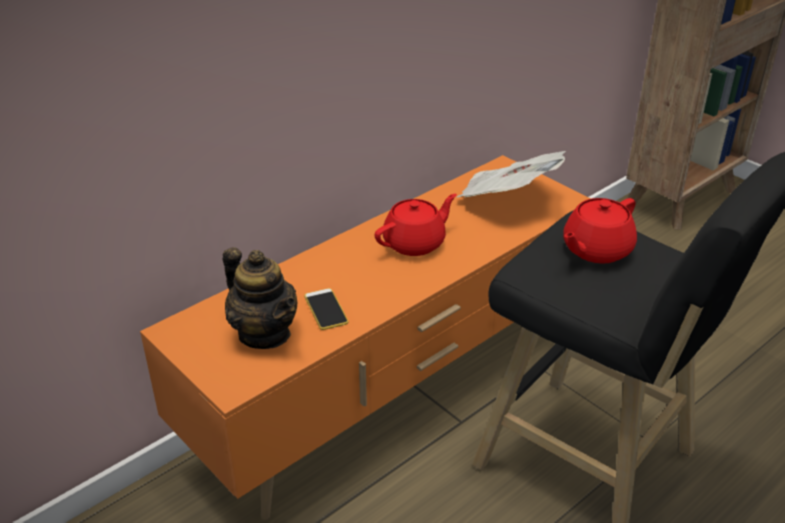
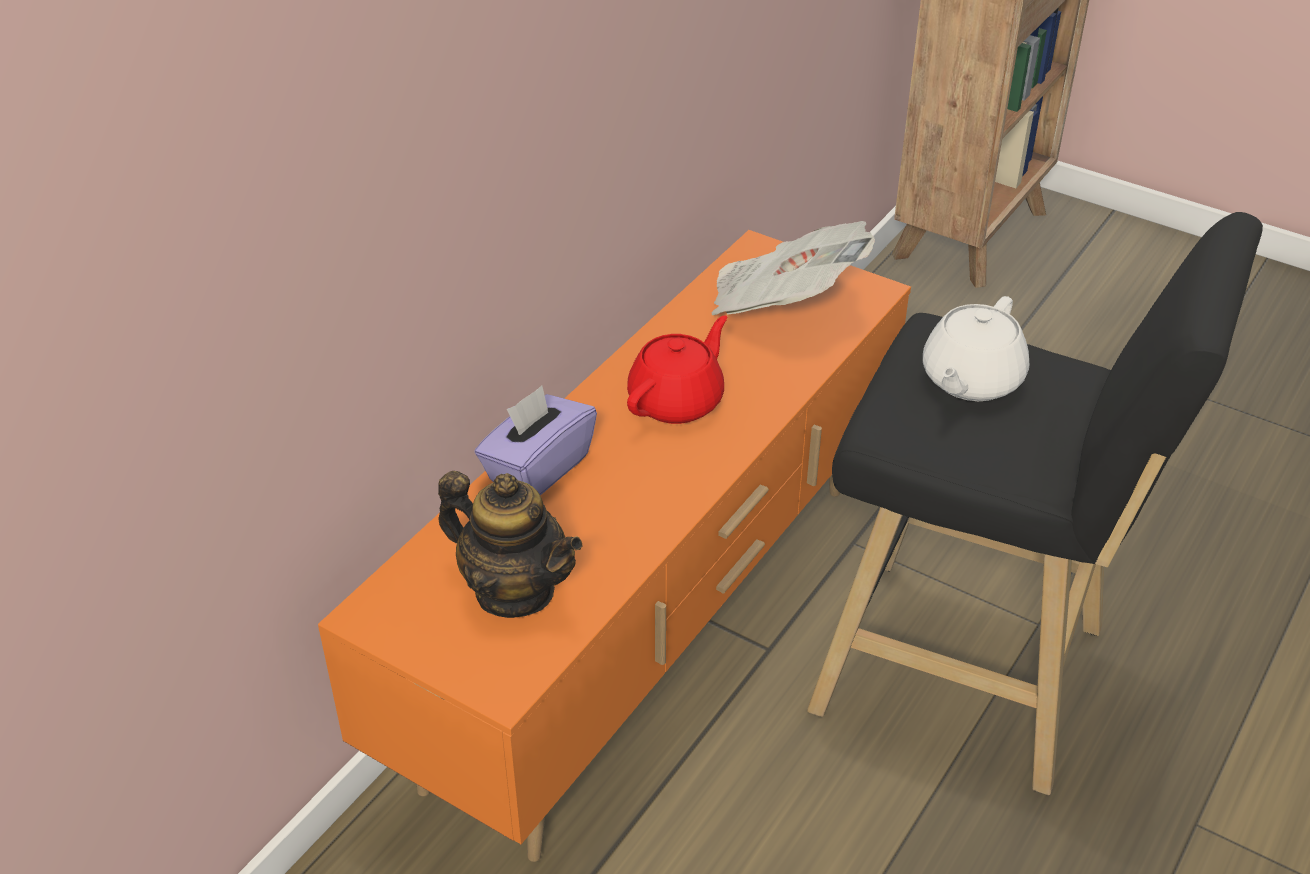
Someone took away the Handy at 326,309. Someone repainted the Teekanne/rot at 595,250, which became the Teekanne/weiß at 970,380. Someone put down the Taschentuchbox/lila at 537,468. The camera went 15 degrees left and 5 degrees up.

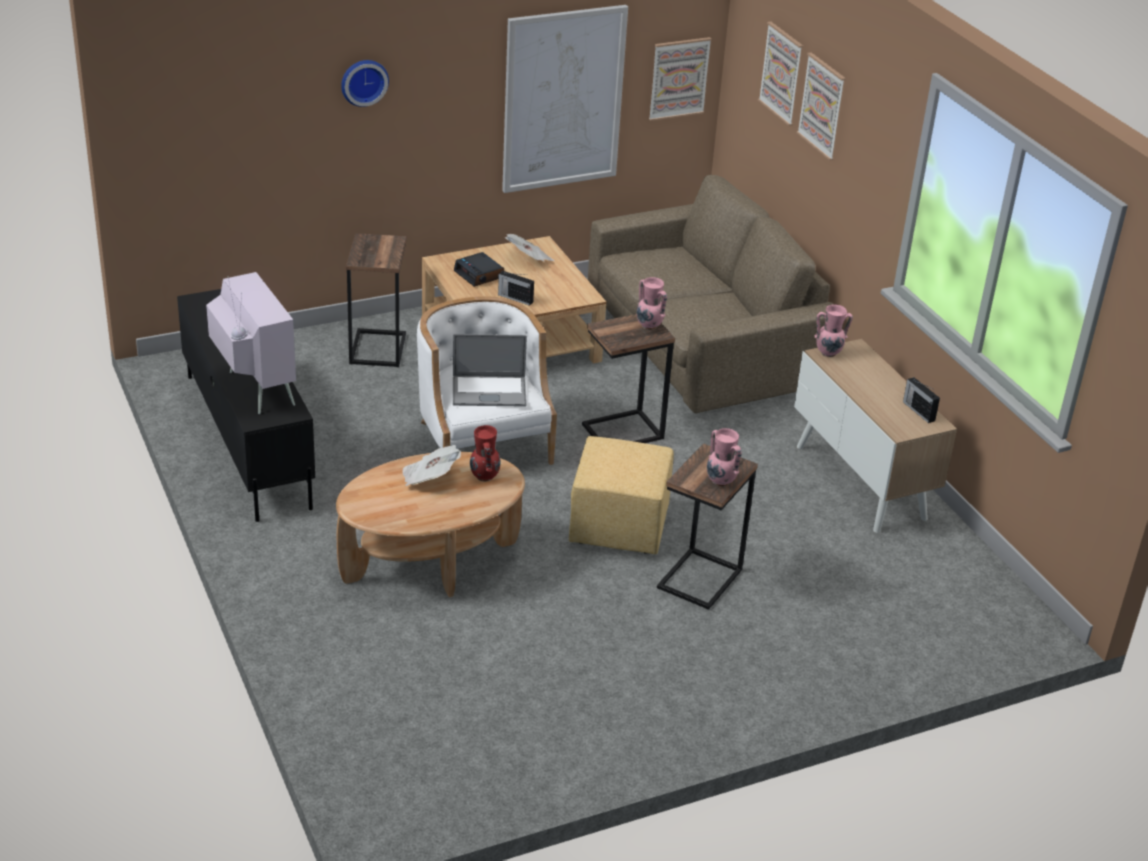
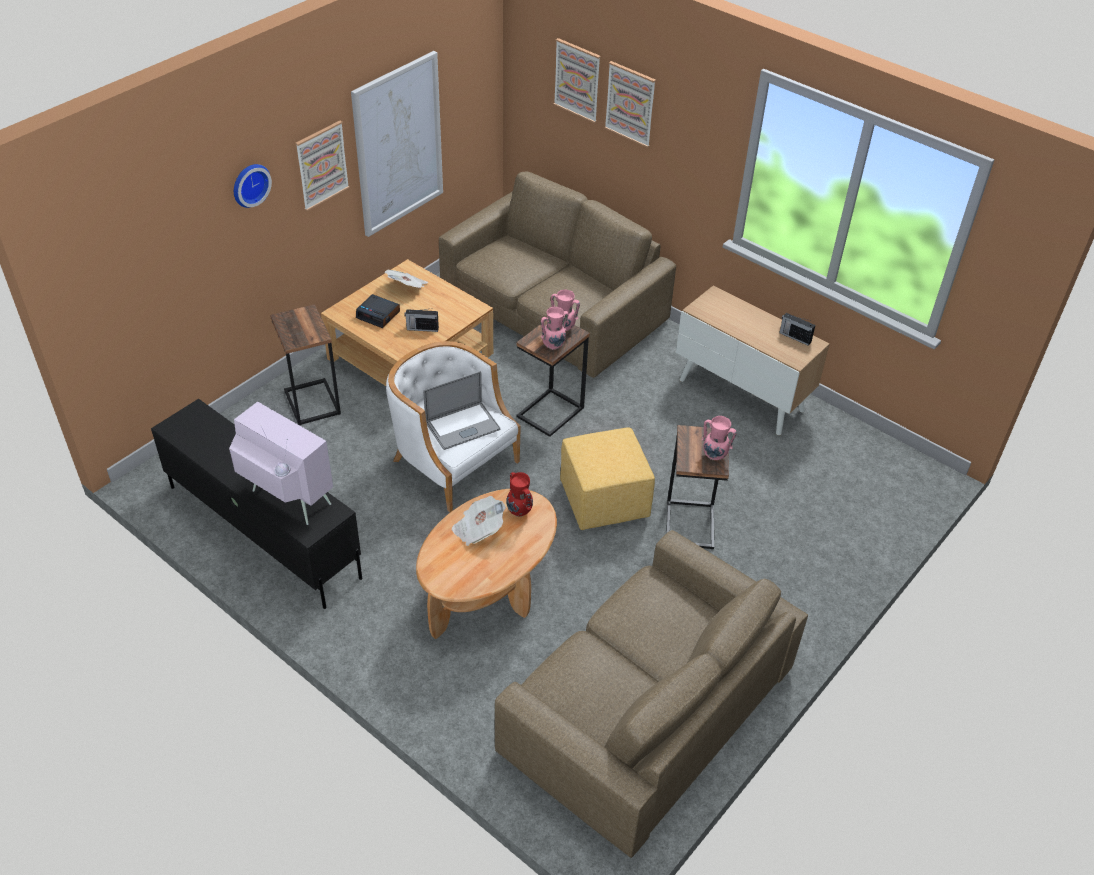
Someone carried the Bild from 679,78 to 321,165. Someone carried the Vase/rosa from 829,353 to 553,346. Someone put down the Sofa/braun at 645,709. The camera went 25 degrees left and 10 degrees up.

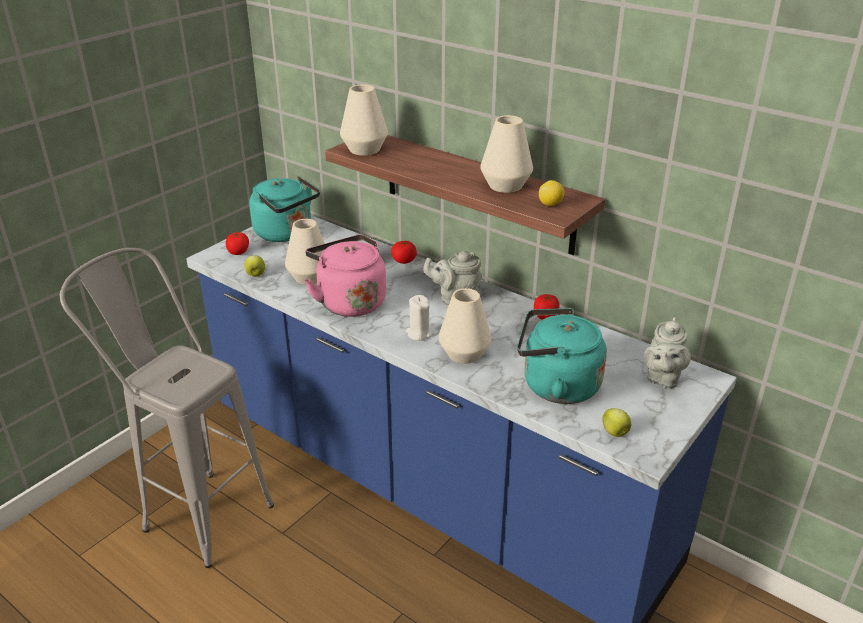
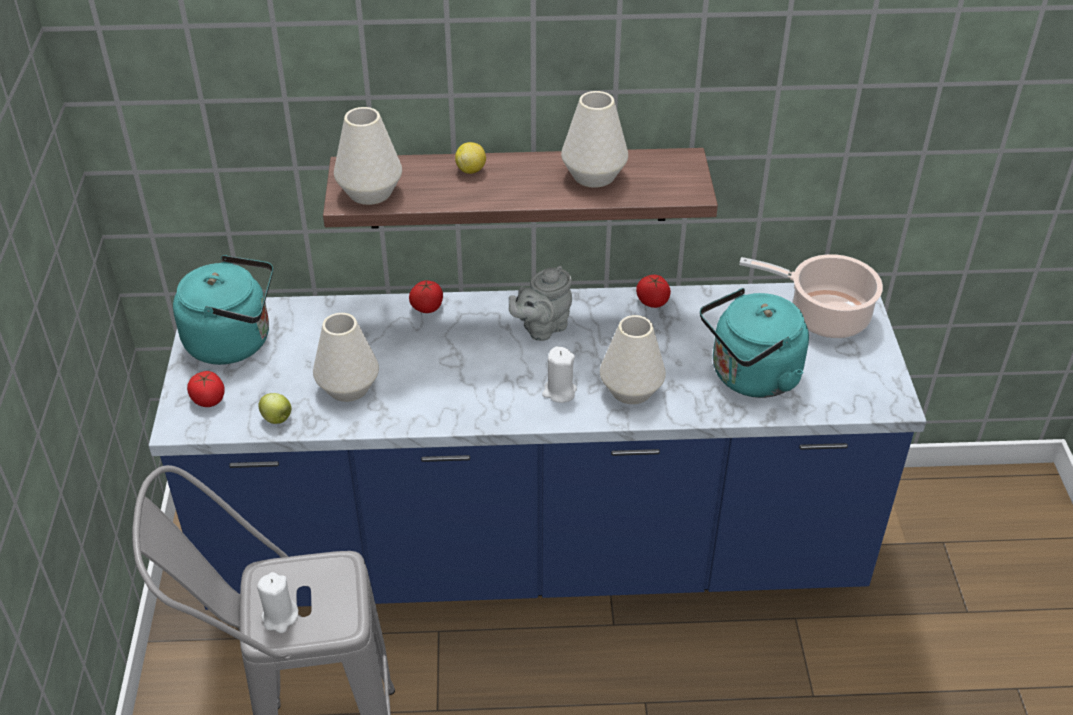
Someone took away the Wasserkessel/rosa at 349,301. Someone carried the Zitrone from 550,204 to 471,170. Someone took away the Apfel at 615,433. Someone swapped the Teekanne/grau at 662,378 for the Kochtopf at 823,316. Someone put down the Kerze/weiß at 280,617. The camera went 40 degrees left and 10 degrees up.

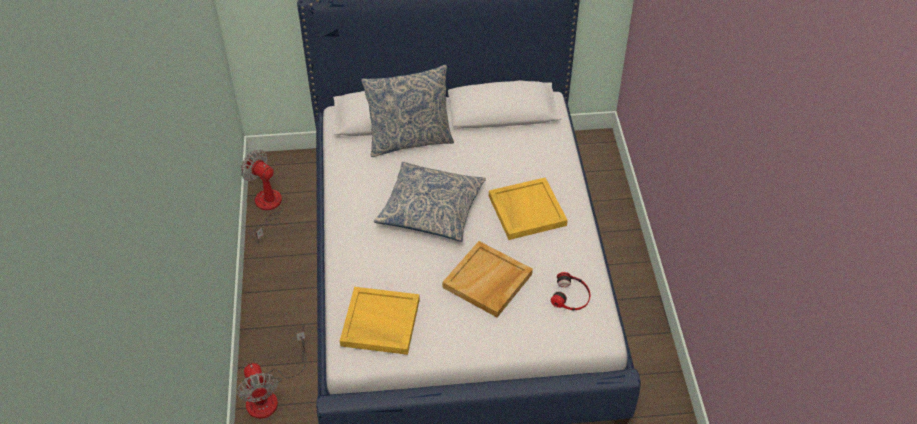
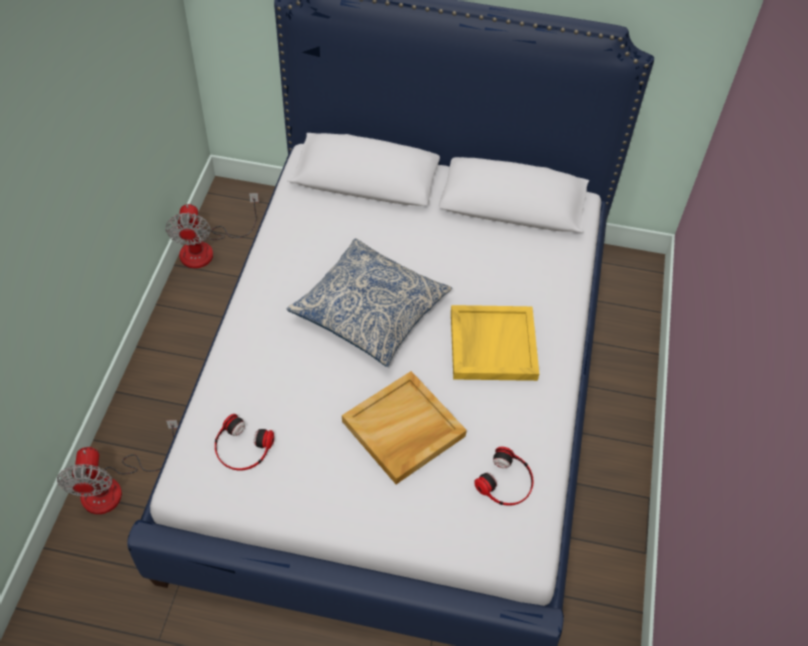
Someone rotated the Ventilator at 267,208 by 150 degrees counterclockwise. Someone swapped the Tablett/gelb at 379,323 for the Kopfhörer at 242,448. Someone took away the Kissen at 409,140. The camera went 15 degrees right and 5 degrees up.

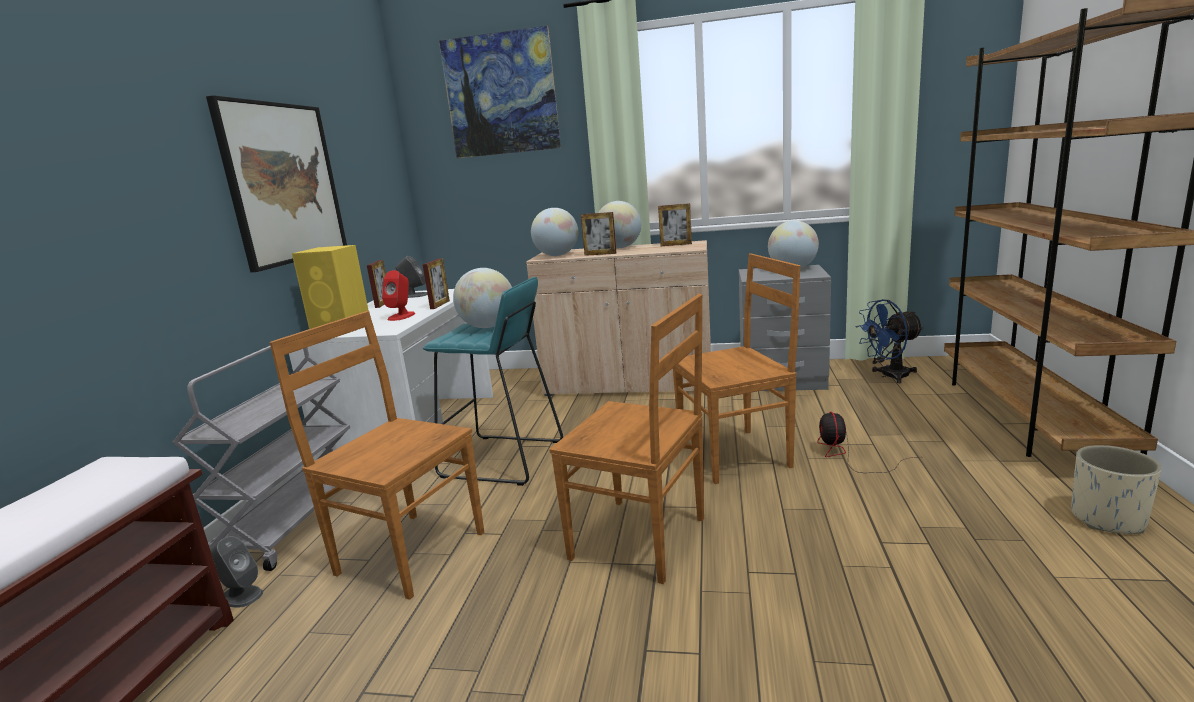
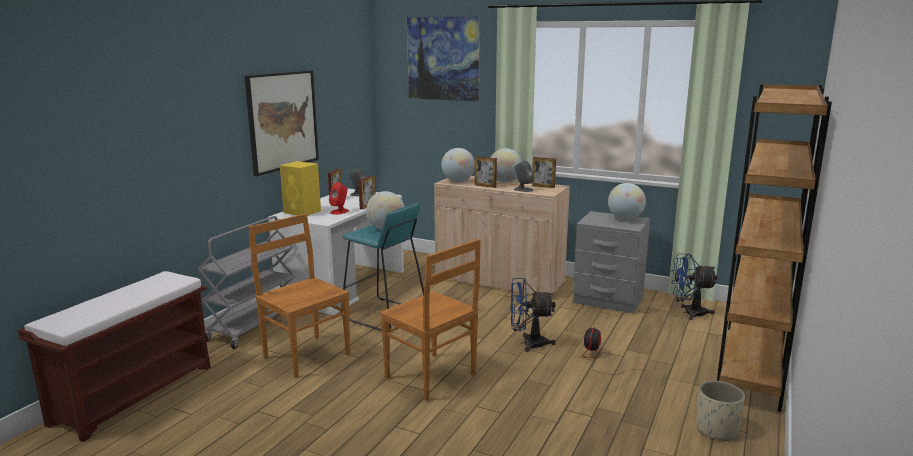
Someone carried the Lautsprecher/grau from 240,596 to 523,189. Someone swapped the Stuhl/braun at 736,455 for the Ventilator/blau at 528,343. The camera went 15 degrees right and 0 degrees up.

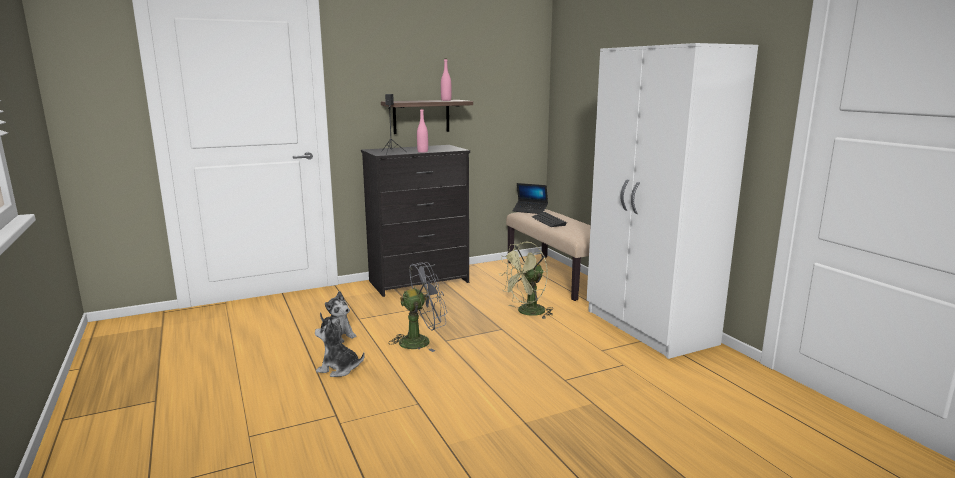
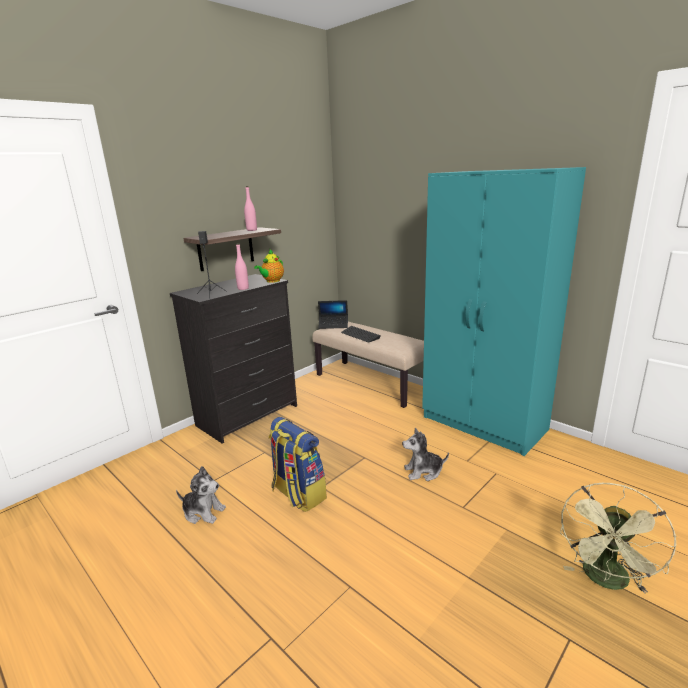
Someone carried the Plüschtier from 339,369 to 423,472. Someone swapped the Ventilator/grau at 421,341 for the Rucksack at 297,494. Someone carried the Ventilator/grün from 527,312 to 606,581. Someone repainted the Kleiderschrank/weiß at 649,328, which became the Kleiderschrank/türkis at 484,424. Someone put down the Teekanne at 272,281. The camera went 20 degrees left and 5 degrees up.

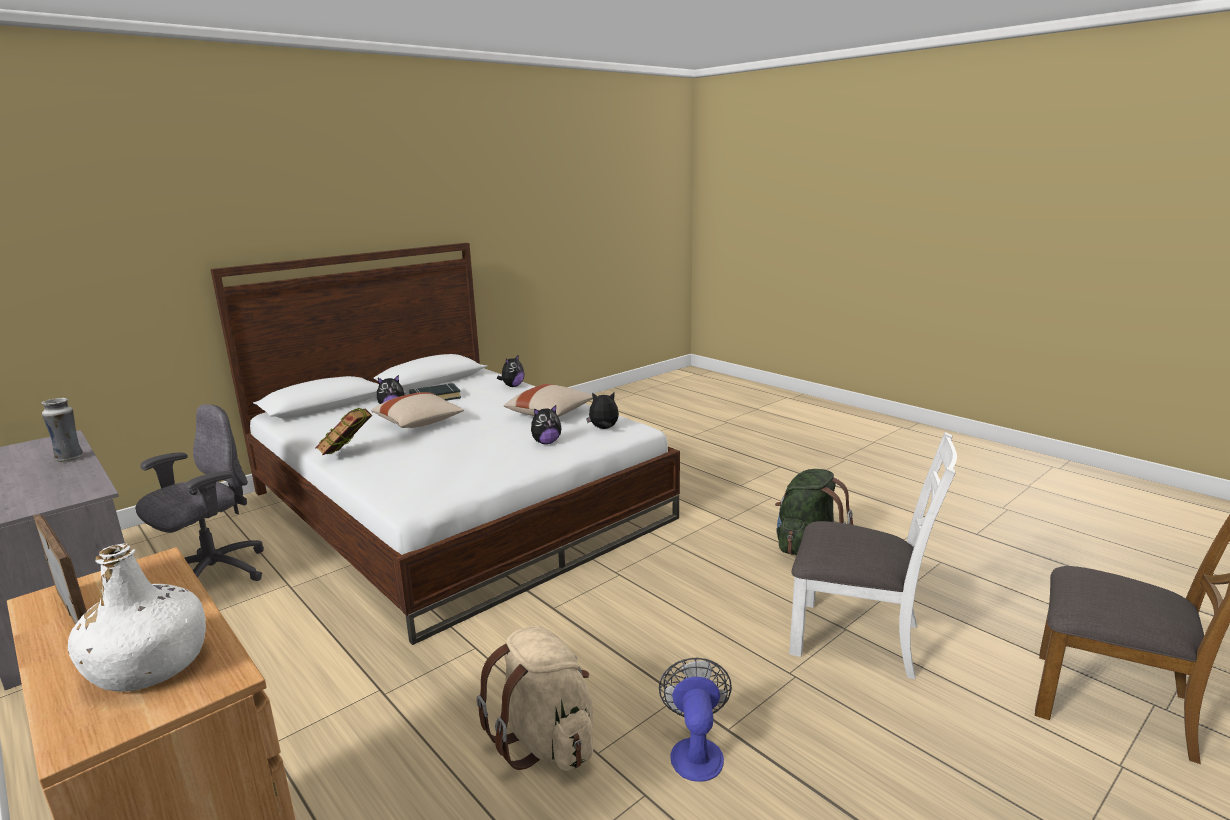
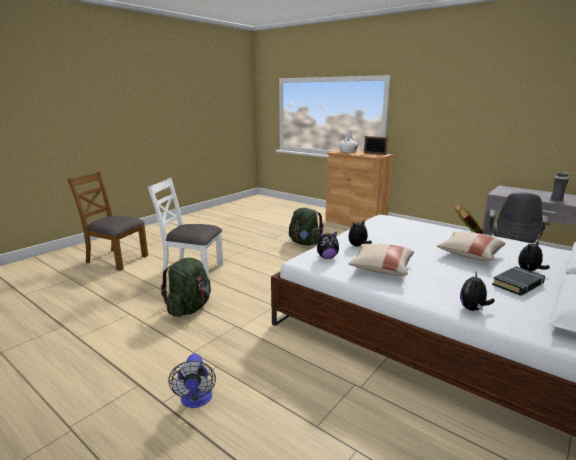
Someone repainted the Rucksack/beige at 545,740, which became the Rucksack/grün at 305,243. Someone carried the Ventilator from 695,750 to 196,400. The camera went 170 degrees right and 0 degrees up.

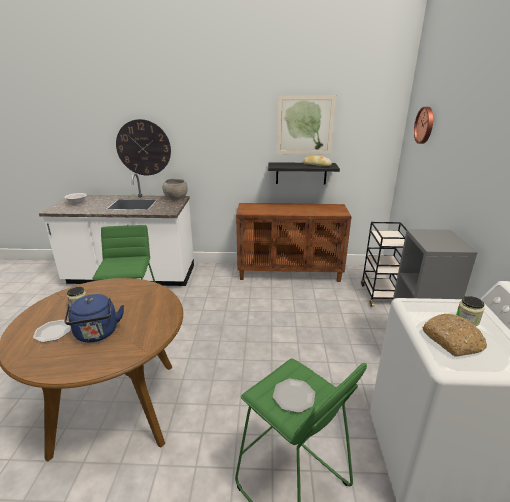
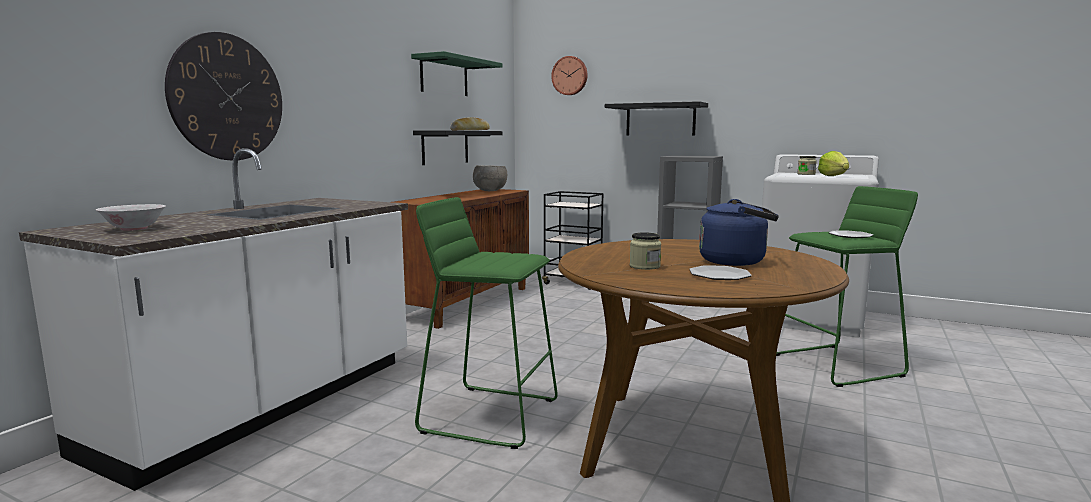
Someone carried the Schüssel/grau from 176,198 to 490,191. Someone swapped the Bild at 305,125 for the Wandregal/grün at 444,77. Someone swapped the Brot at 453,341 for the Salatkopf at 833,176. Someone put up the Wandregal/schwarz at 660,120. The camera went 65 degrees left and 15 degrees down.

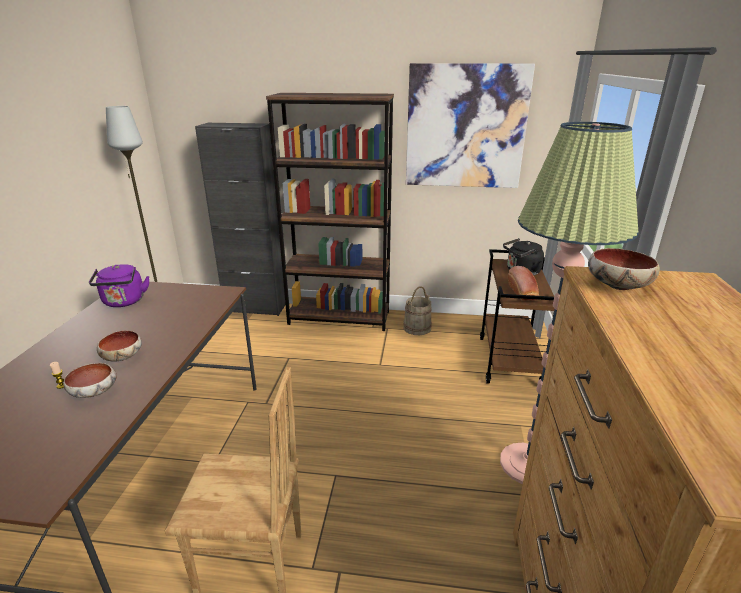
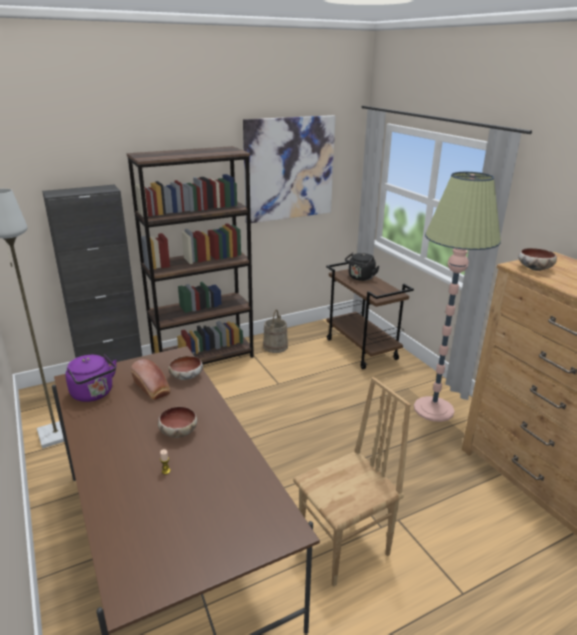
Someone carried the Schüssel from 95,392 to 187,376. Someone carried the Brot from 523,293 to 152,389. The camera went 35 degrees left and 0 degrees up.

